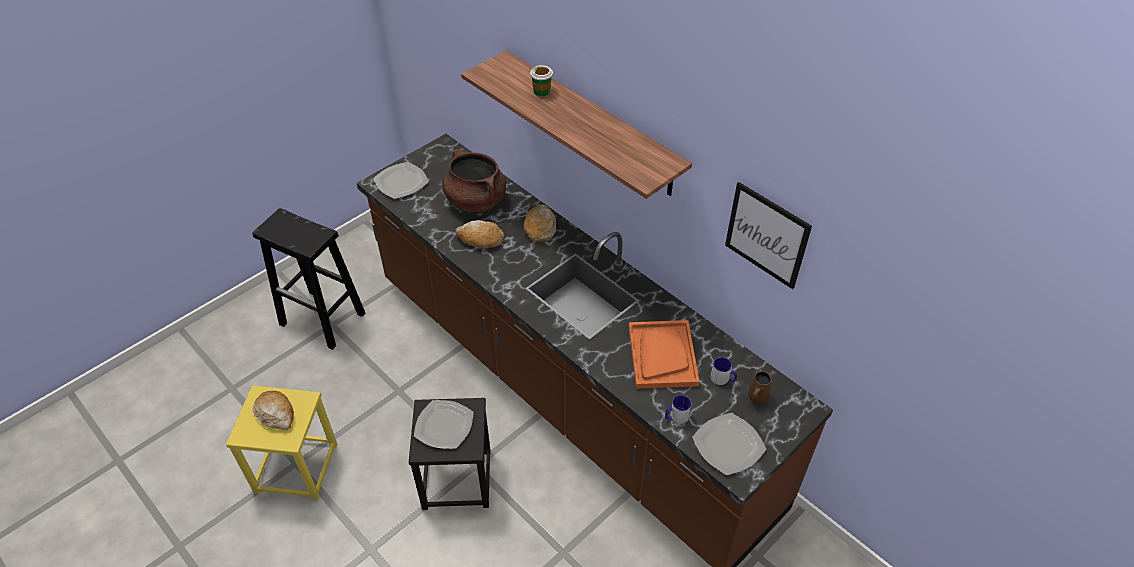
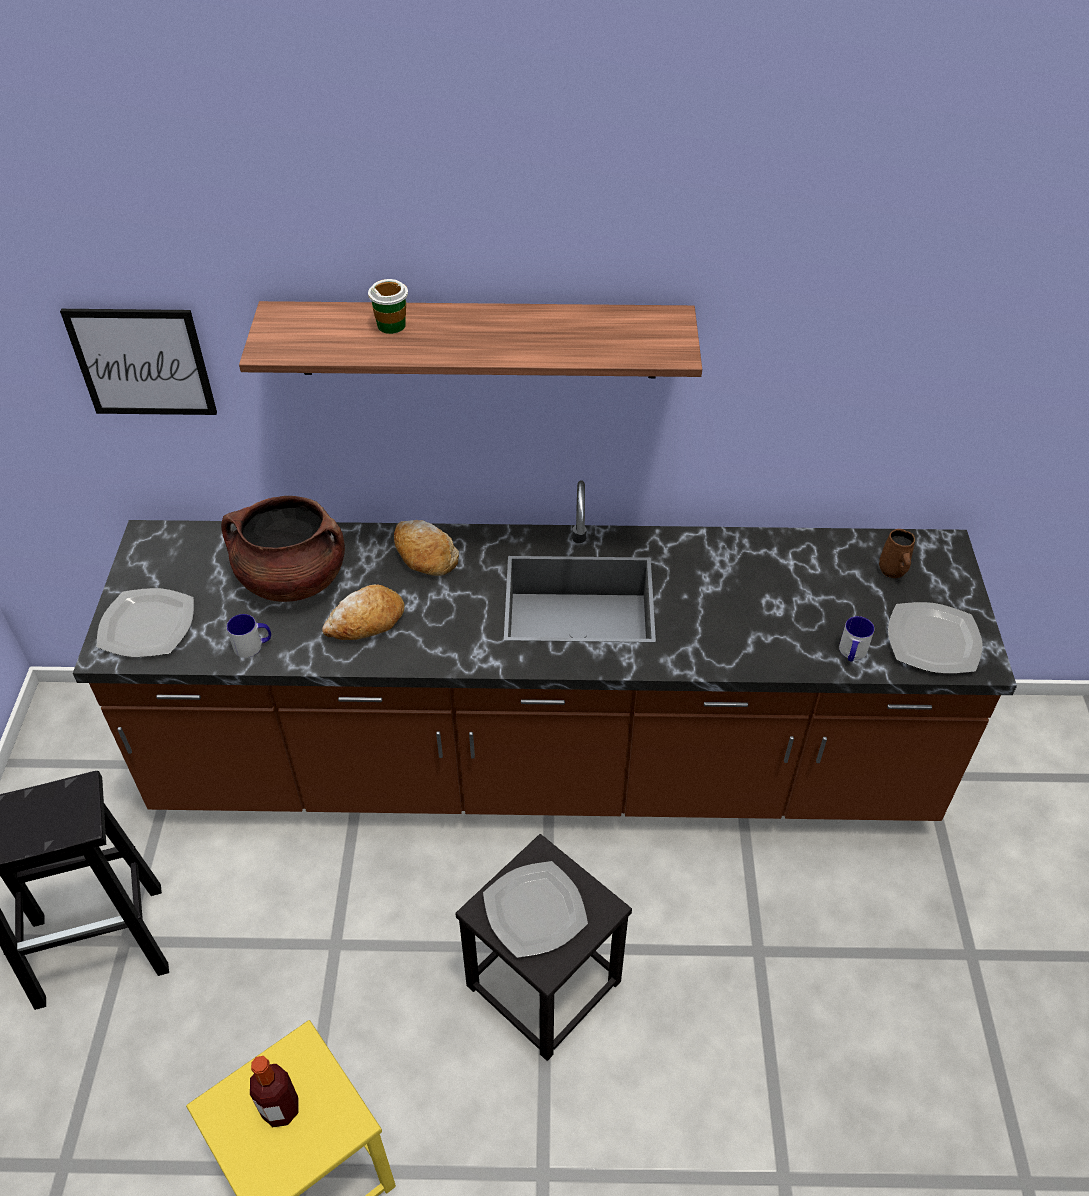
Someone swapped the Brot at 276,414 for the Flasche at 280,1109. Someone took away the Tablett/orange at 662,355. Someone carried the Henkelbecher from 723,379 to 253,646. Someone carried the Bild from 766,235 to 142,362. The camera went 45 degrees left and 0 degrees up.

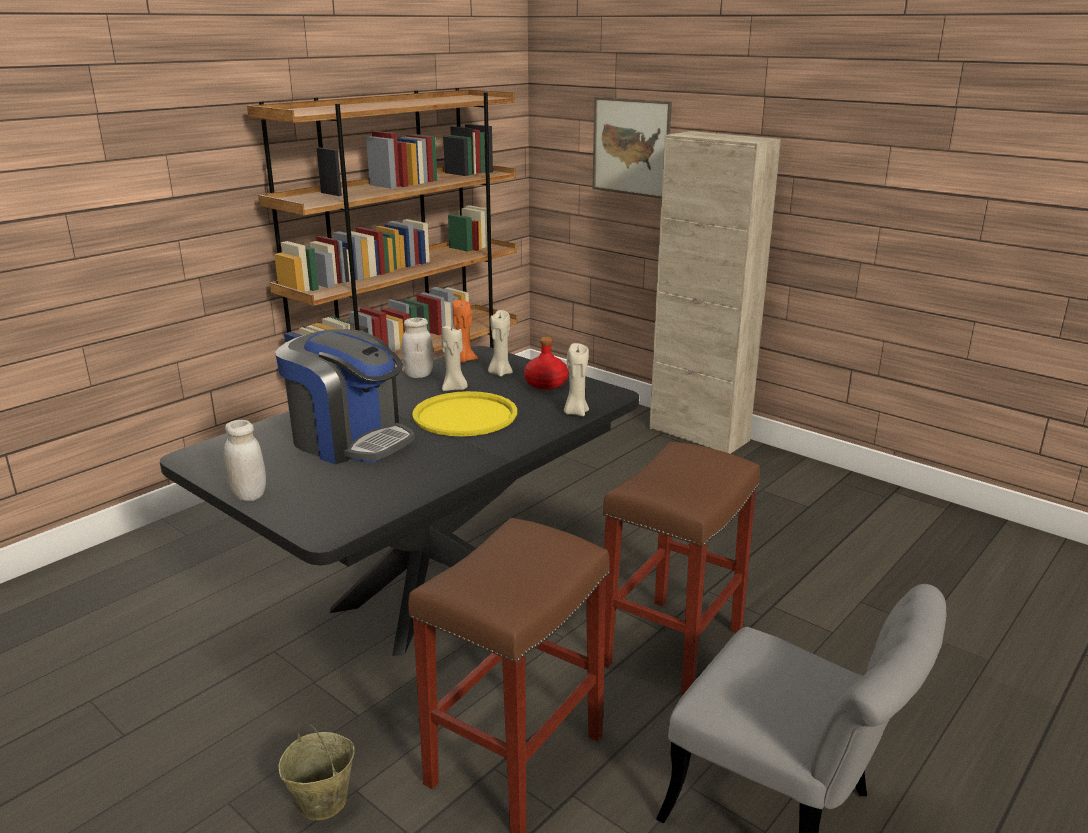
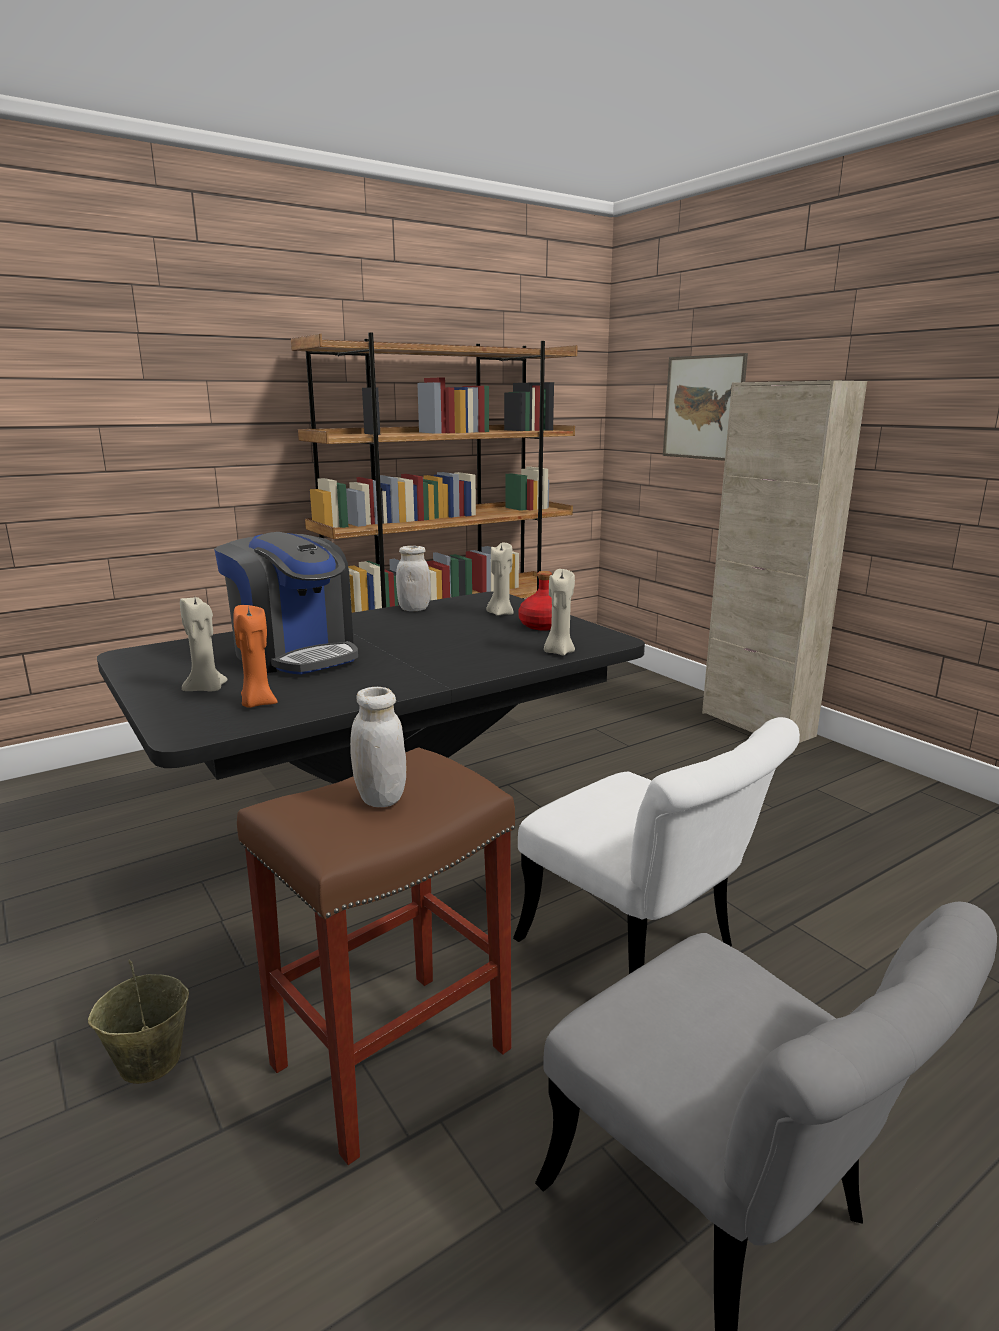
Someone carried the Vorratsglas/weiß from 249,495 to 380,798. Someone took away the Tablett/gelb at 465,415. Someone carried the Kerze/beige from 454,388 to 207,689. Someone carried the Kerze/orange from 463,360 to 257,703. Someone swapped the Hocker/braun at 672,648 for the Stuhl/weiß at 643,954. The camera went 15 degrees right and 5 degrees down.

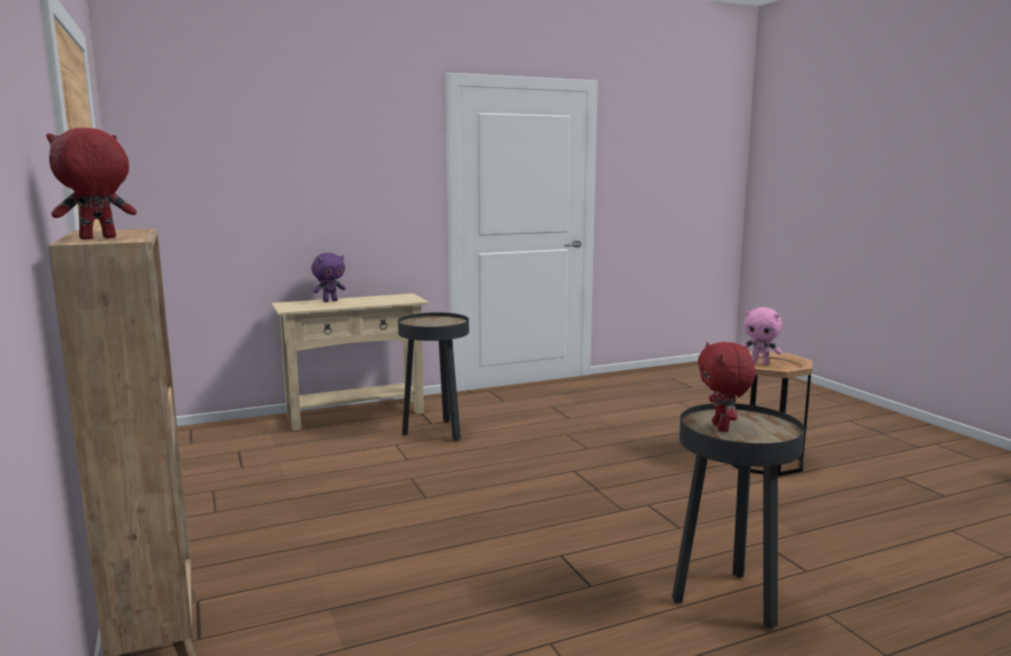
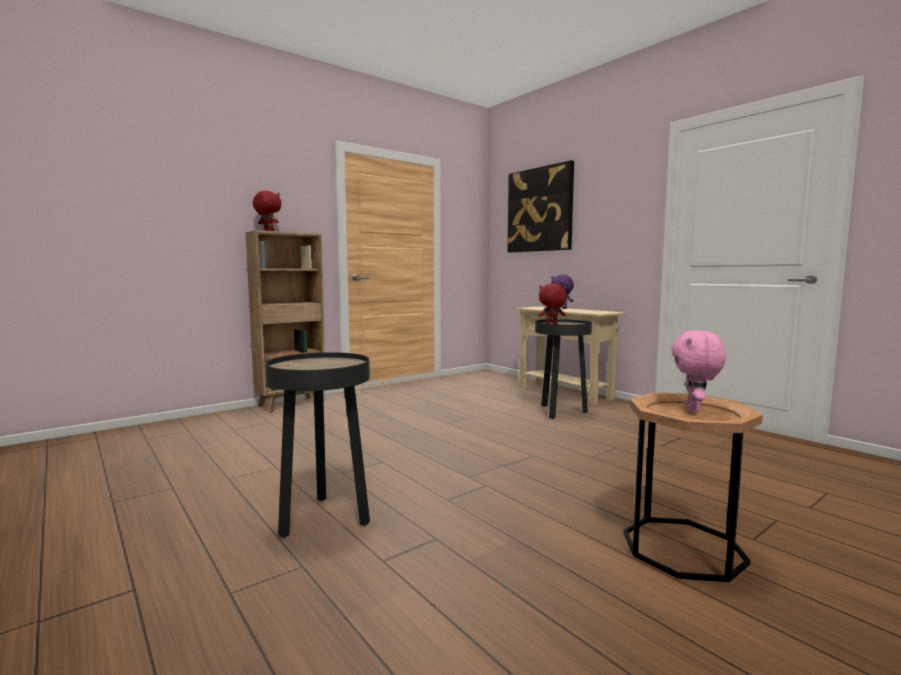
Someone carried the Plüschtier/rot from 722,428 to 551,324. Someone put up the Bild at 540,210. The camera went 75 degrees right and 5 degrees down.

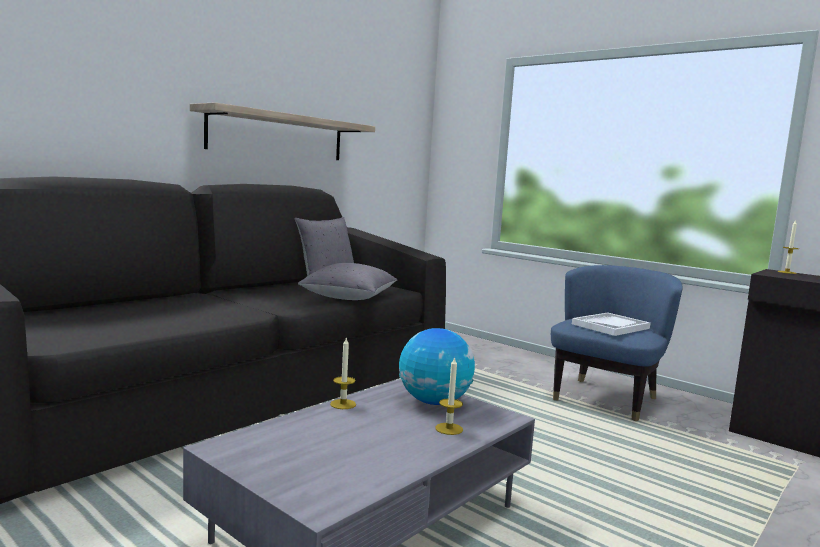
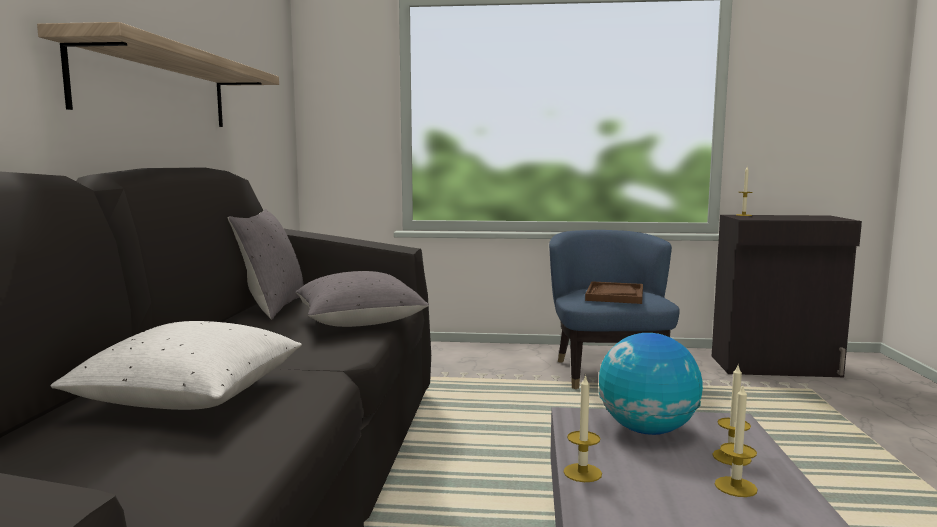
Someone repainted the Tablett/weiß at 610,326, which became the Tablett/braun at 614,295. Someone put down the Kissen/weiß at 191,398. Someone put down the Kerze at 735,487. The camera went 35 degrees left and 0 degrees up.

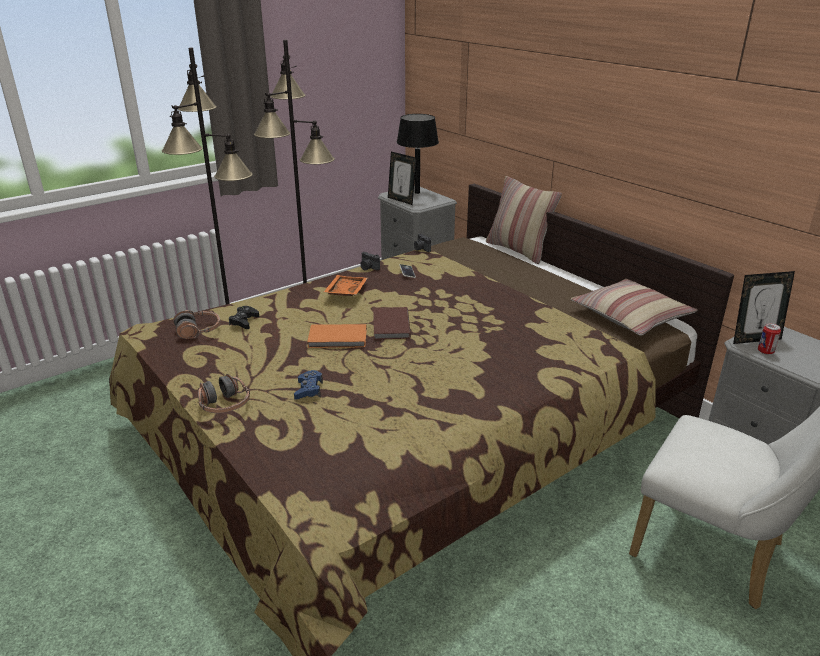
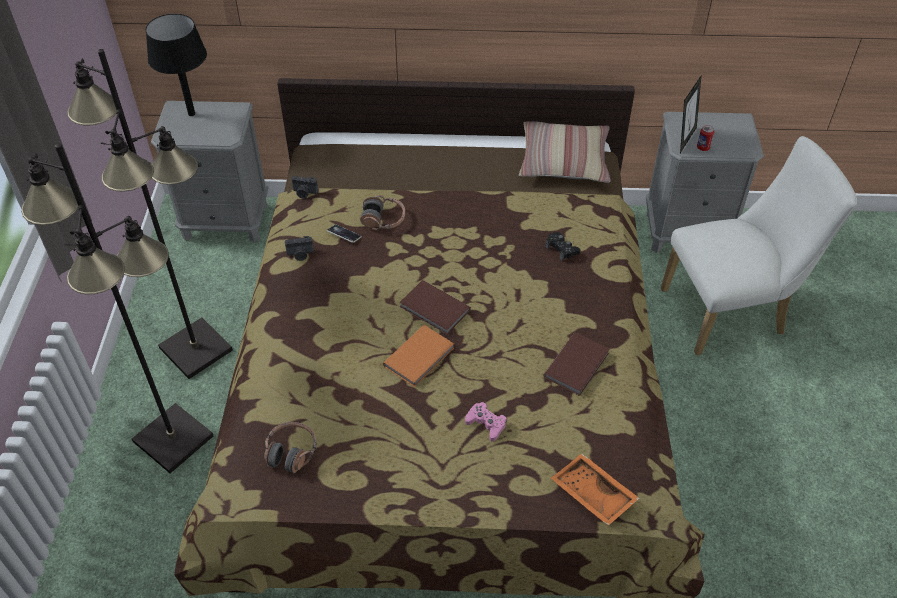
Someone carried the Kopfhörer from 224,405 to 383,219. Someone carried the Gamepad/schwarz from 244,321 to 561,249. Someone repainted the Gamepad/blau at 309,389, which became the Gamepad/rosa at 486,424. Someone carried the Tablett/orange from 345,292 to 591,495. Someone took away the Bilderrahmen at 401,200. Someone took away the Kissen at 518,250. Someone put down the Buch/braun at 578,365. The camera went 50 degrees left and 20 degrees up.

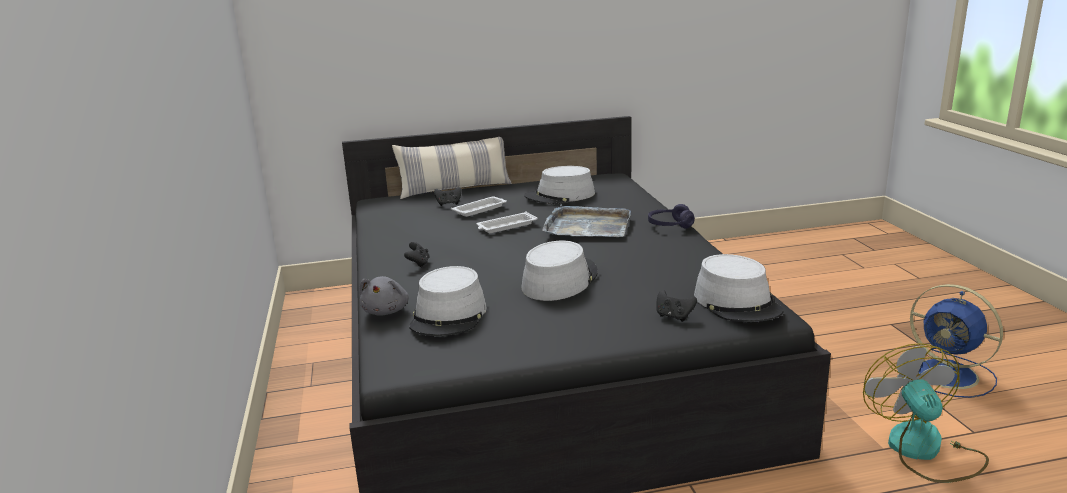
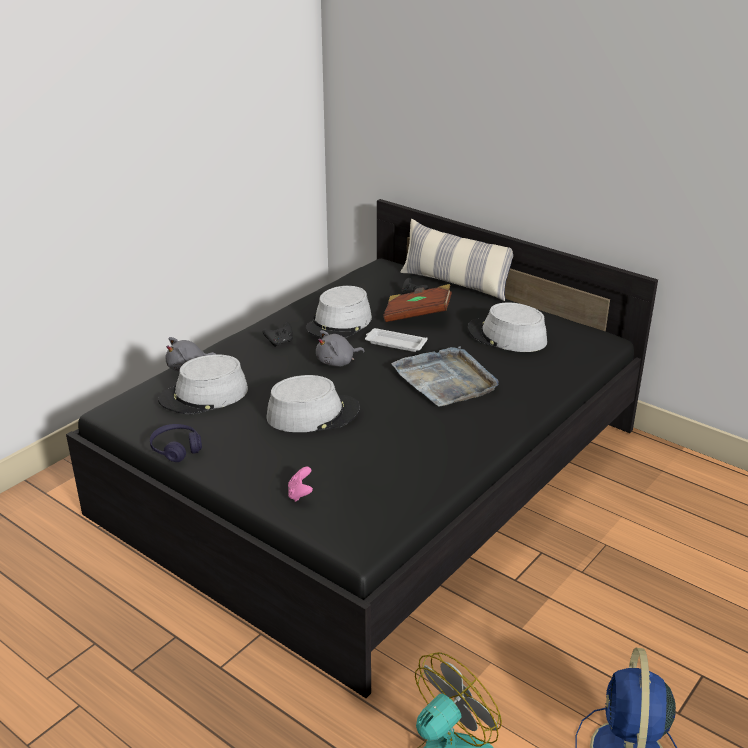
Someone swapped the Tablett/weiß at 480,209 for the Buch/braun at 417,315. Someone carried the Kopfhörer/lila from 670,225 to 176,449. Someone repainted the Gamepad/schwarz at 674,317, which became the Gamepad/rosa at 300,494. Someone carried the Hut/grau from 737,303 to 339,323. Someone put down the Plüschtier/grau at 337,362. The camera went 50 degrees right and 10 degrees up.

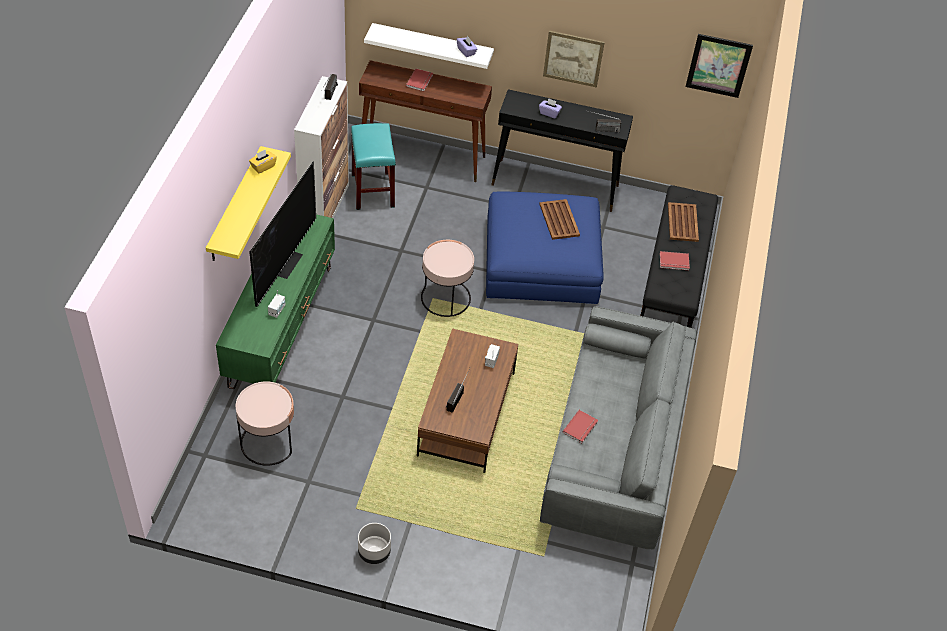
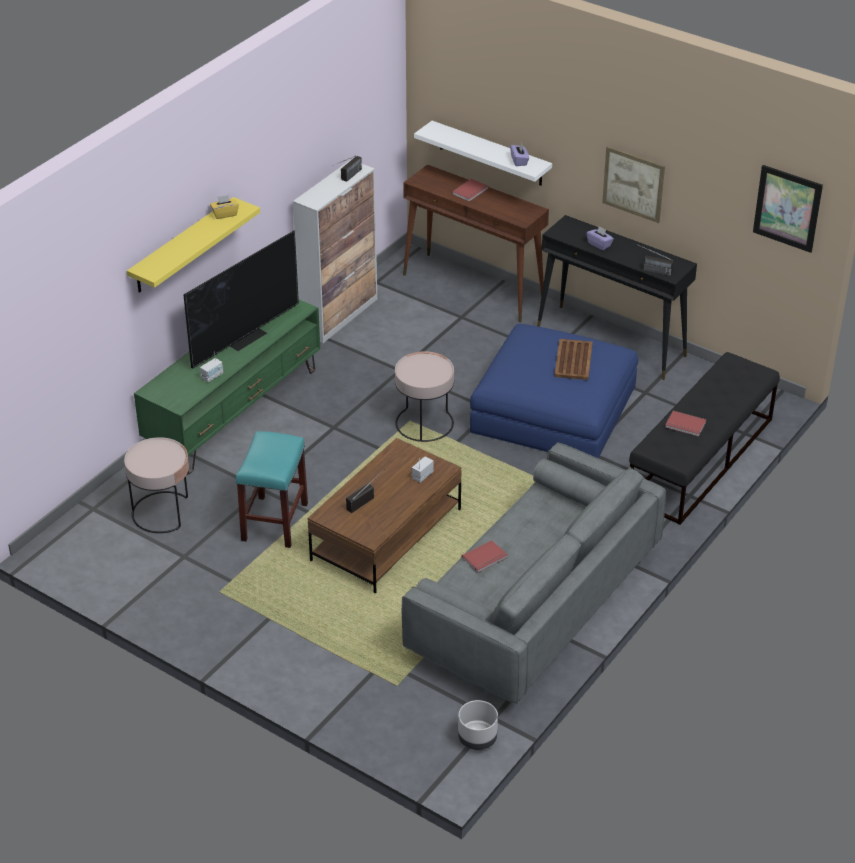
Someone carried the Hocker/türkis from 373,191 to 275,522. Someone carried the Pflanzkübel/grau from 374,552 to 477,739. Someone took away the Tablett/braun at 683,222. The camera went 25 degrees right and 10 degrees down.

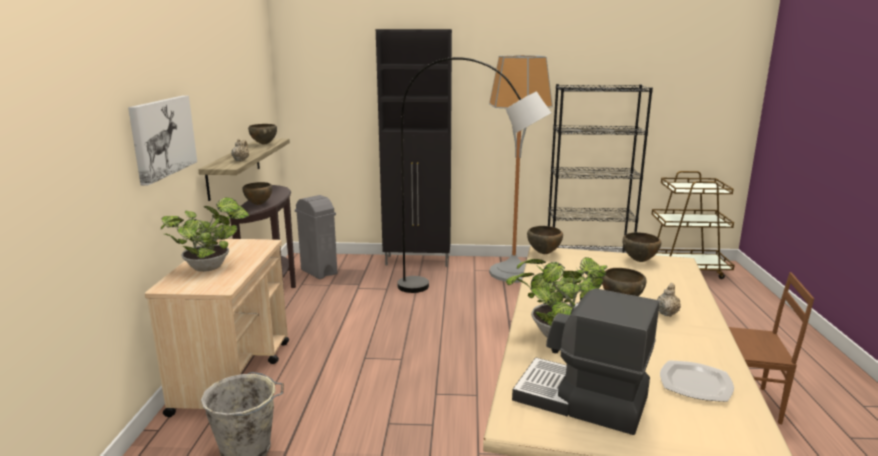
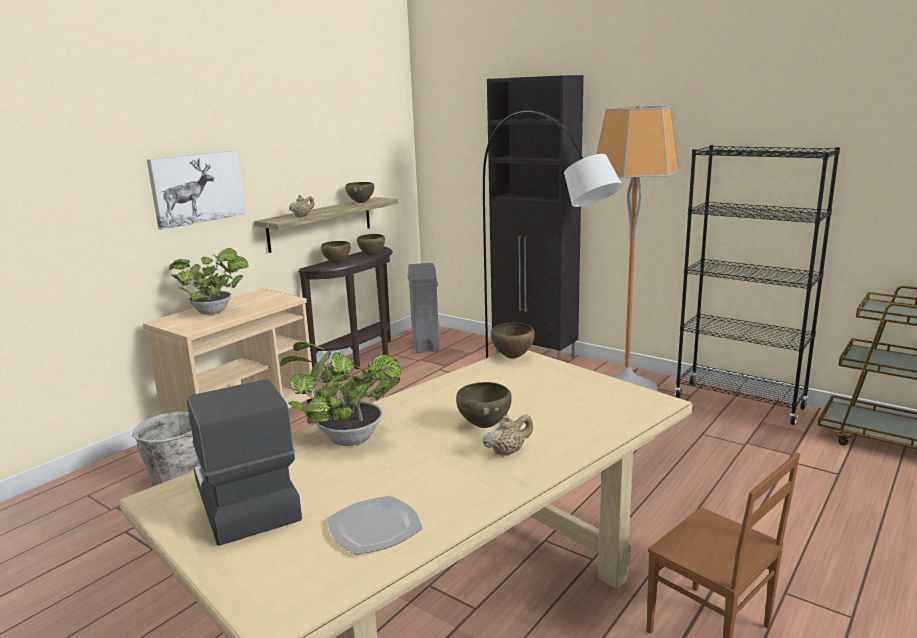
Someone carried the Schüssel/braun from 640,261 to 372,255. The camera went 35 degrees right and 0 degrees up.

